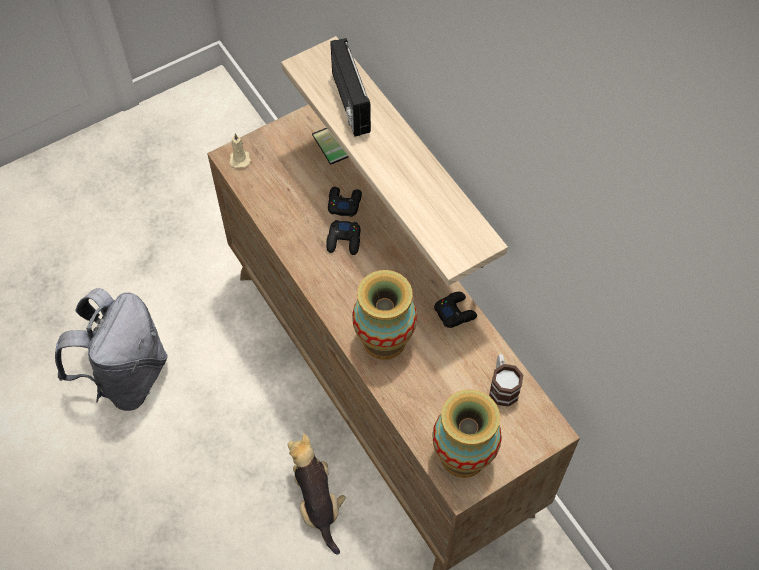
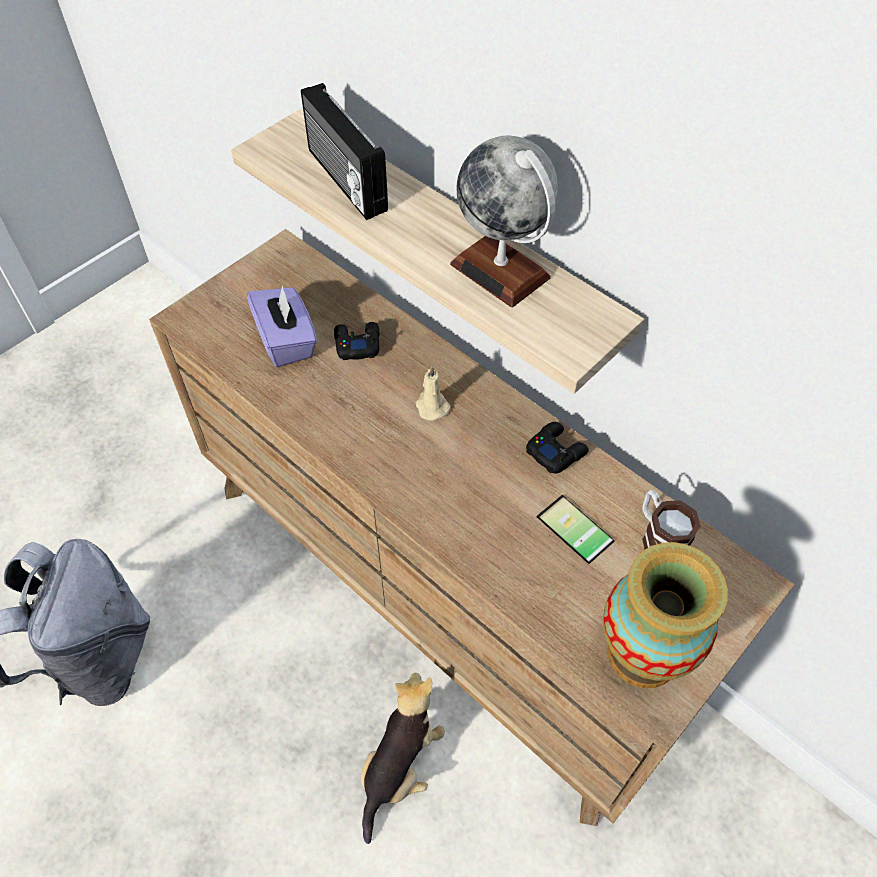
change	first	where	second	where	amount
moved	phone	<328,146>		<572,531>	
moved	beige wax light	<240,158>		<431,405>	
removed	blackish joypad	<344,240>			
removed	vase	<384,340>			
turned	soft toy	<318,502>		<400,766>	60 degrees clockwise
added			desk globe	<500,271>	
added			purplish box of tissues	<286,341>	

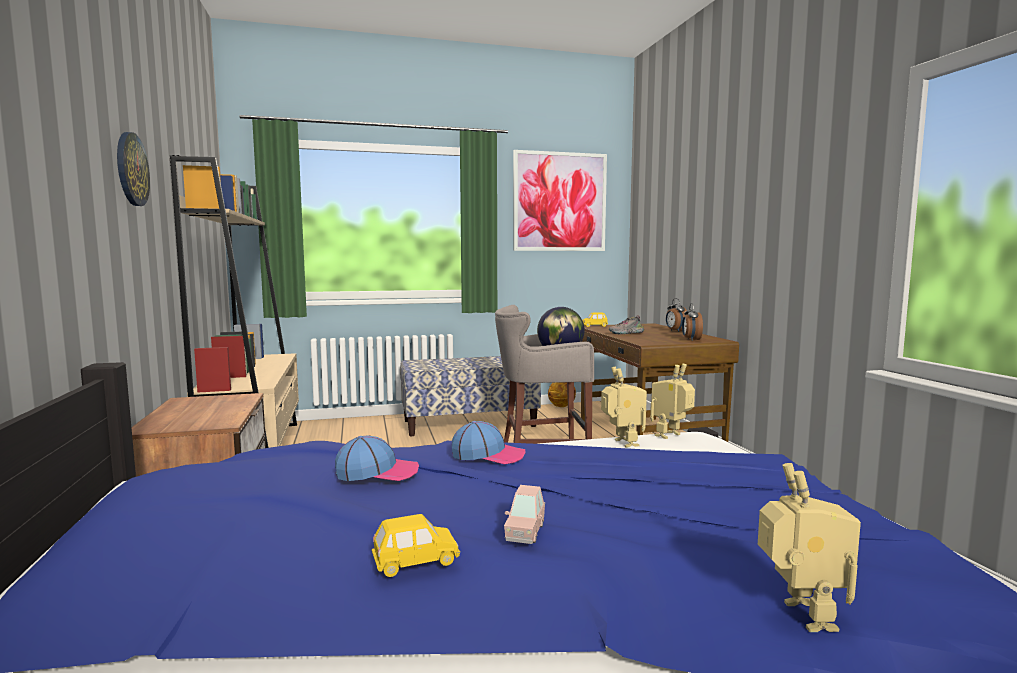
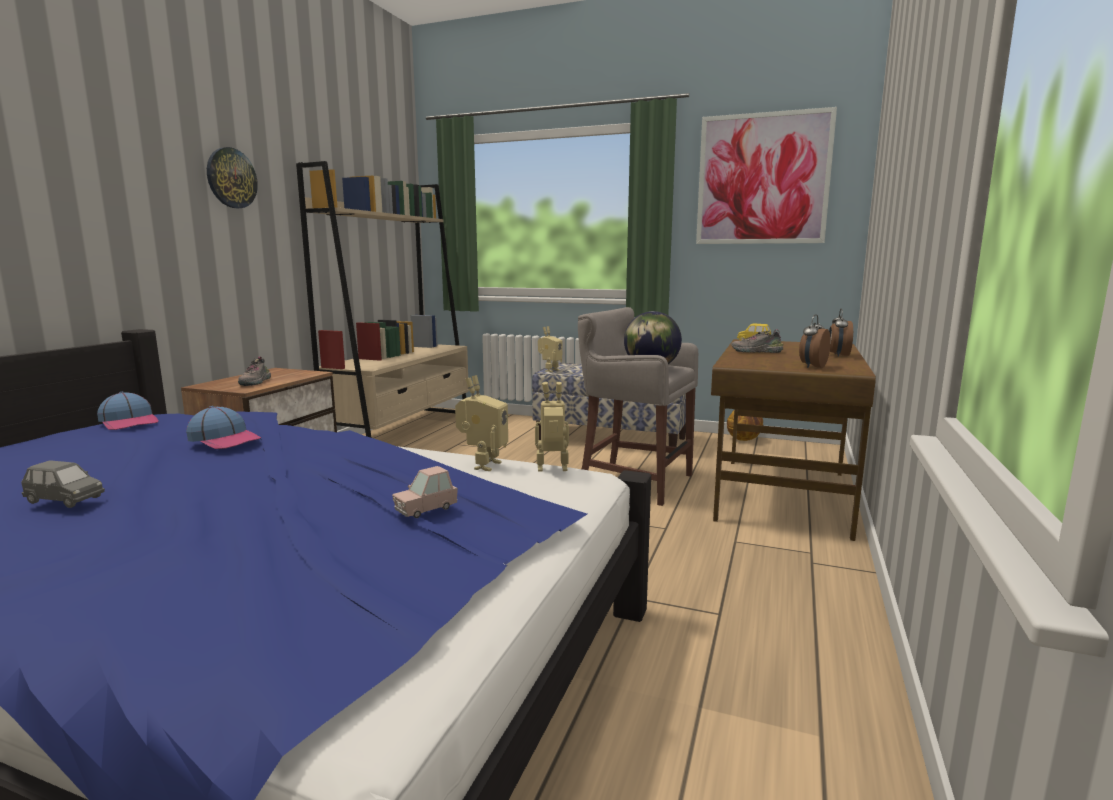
change	first	where	second	where	amount
moved	peaked cap	<488,454>		<129,422>	
moved	robot figure	<801,616>		<550,370>	
moved	pink toy car	<525,532>		<426,509>	
recoloured	yellow-coloured toy car	<416,562>	greyish toy car	<65,500>	
added			low shoe	<256,382>	

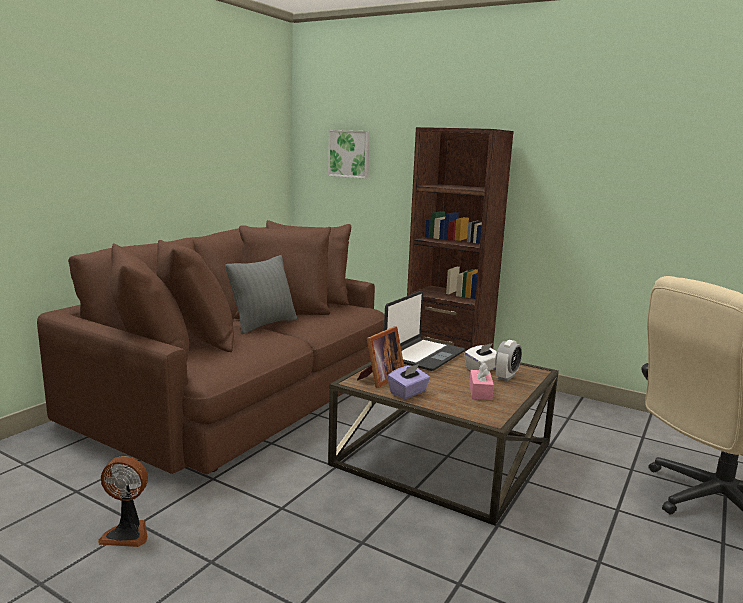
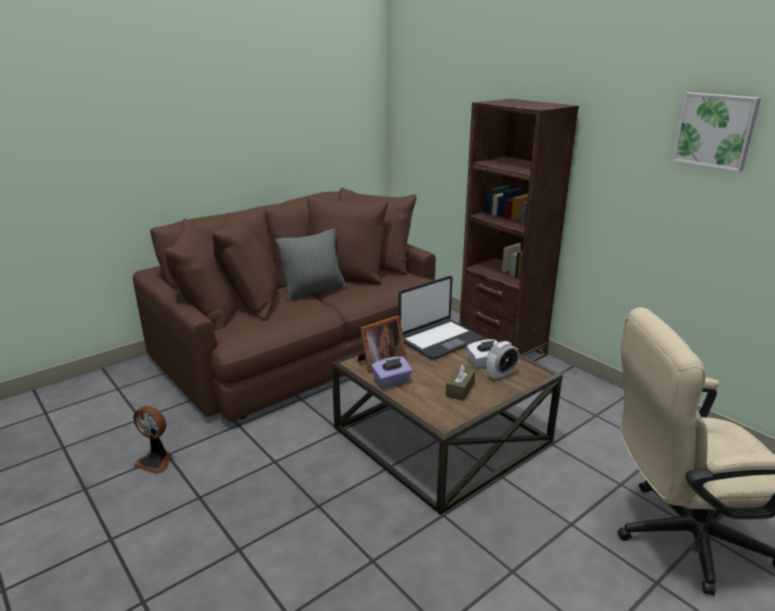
change	first	where	second	where	amount
moved	wall picture	<350,154>		<715,130>	
recoloured	pink box of tissues	<480,392>	brown-coloured box of tissues	<460,390>	

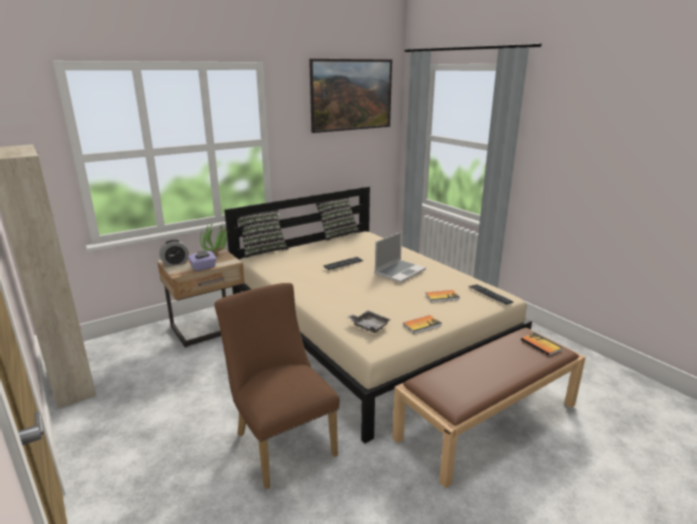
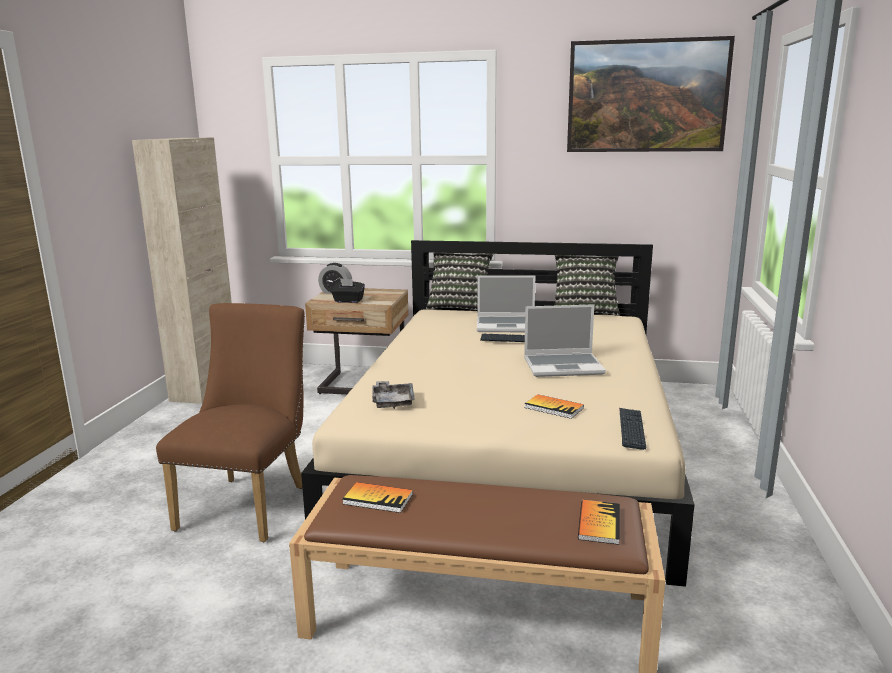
change	first	where	second	where	amount
removed	potted plant	<219,256>			
recoloured	purplish box of tissues	<203,267>	blackish box of tissues	<348,301>	
moved	book	<422,325>		<378,499>	
added			laptop	<507,326>	

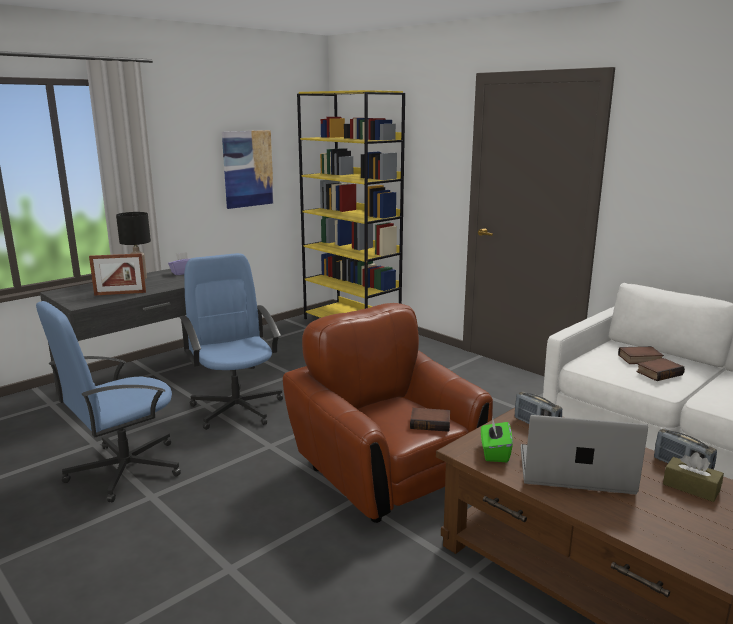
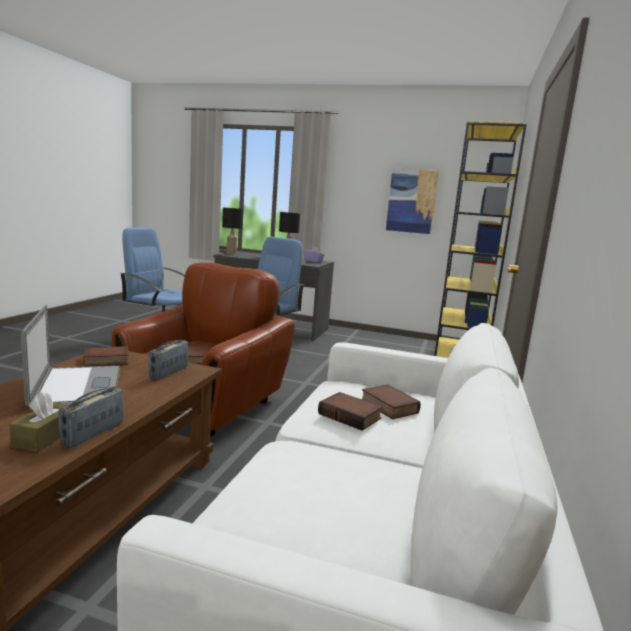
change	first	where	second	where	amount
removed	photo frame	<120,293>			
replaced	greenish box of tissues	<494,453>	book	<105,361>	
added			blackish lamp for a table	<231,253>	

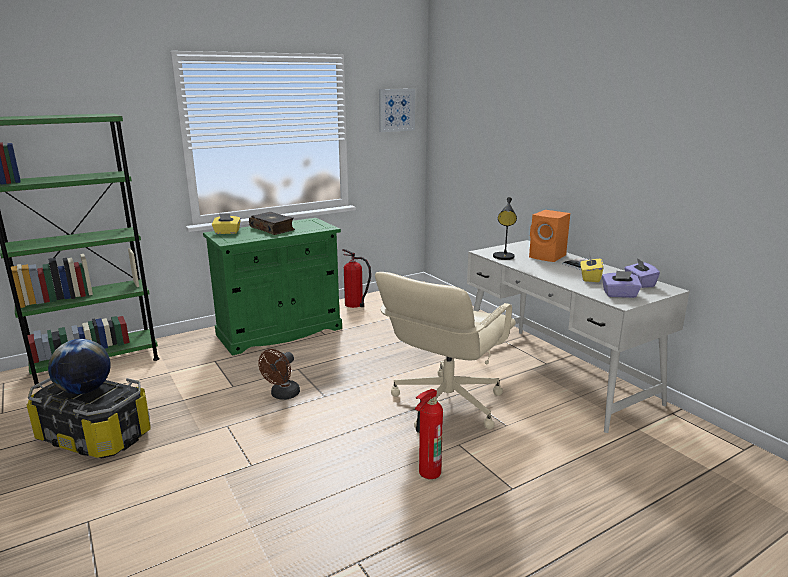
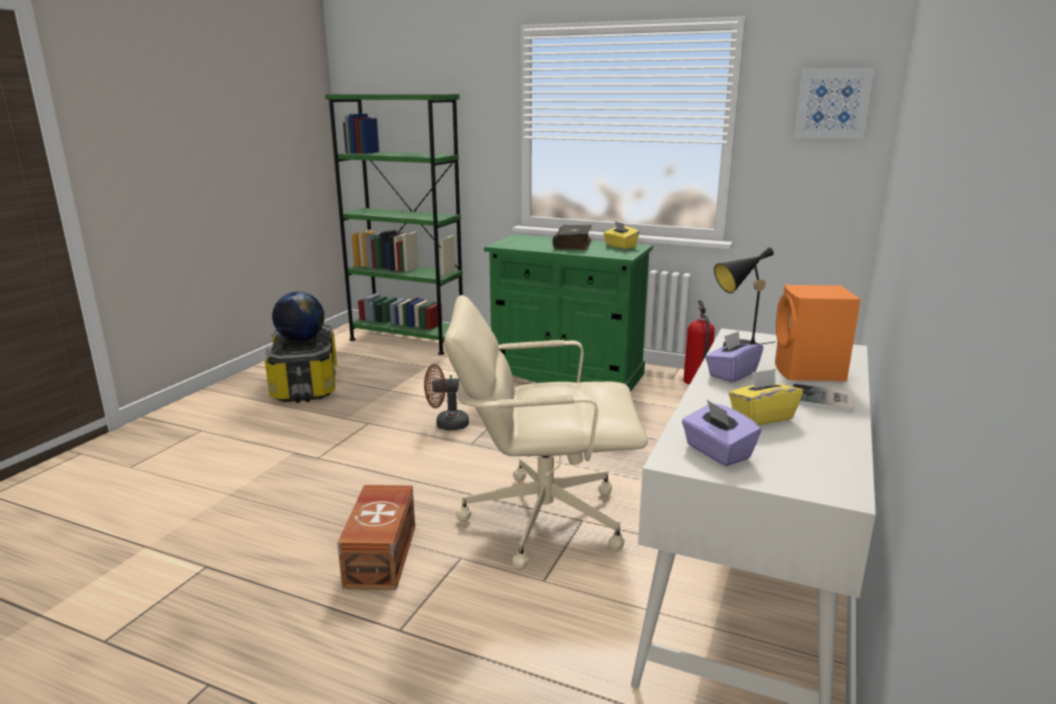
change	first	where	second	where	amount
moved	yellow-coloured box of tissues	<227,232>		<620,246>	
moved	purplish box of tissues	<639,283>		<731,374>	
replaced	fire-fighting cylinder	<427,472>	brown-coloured storage bin	<383,555>	

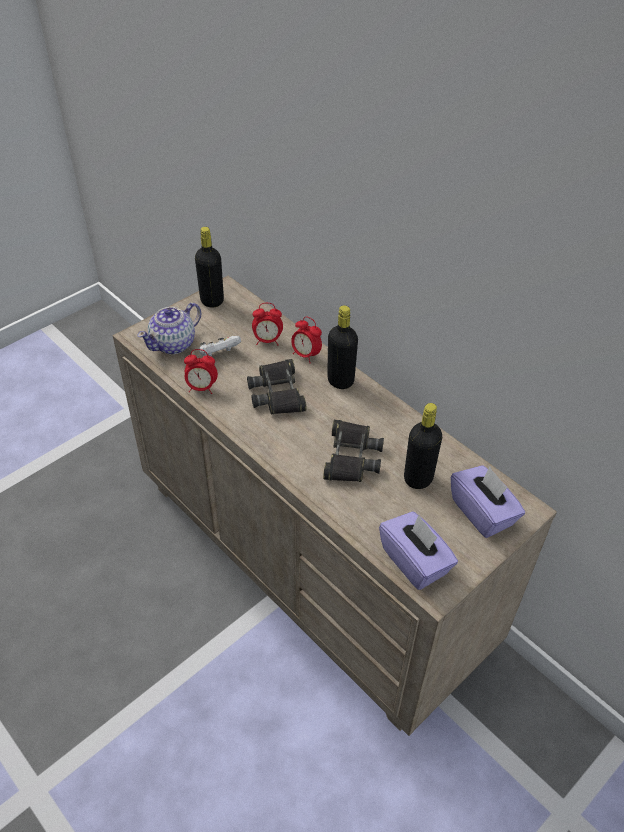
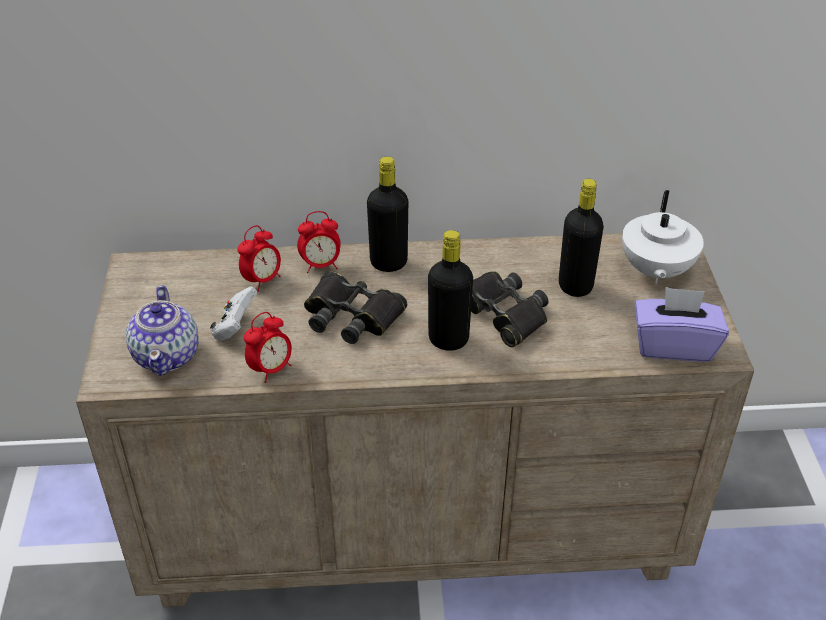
change	first	where	second	where	amount
moved	blackish bottle	<212,300>		<448,339>	
replaced	purplish box of tissues	<482,512>	whitish pot for tea	<655,271>	

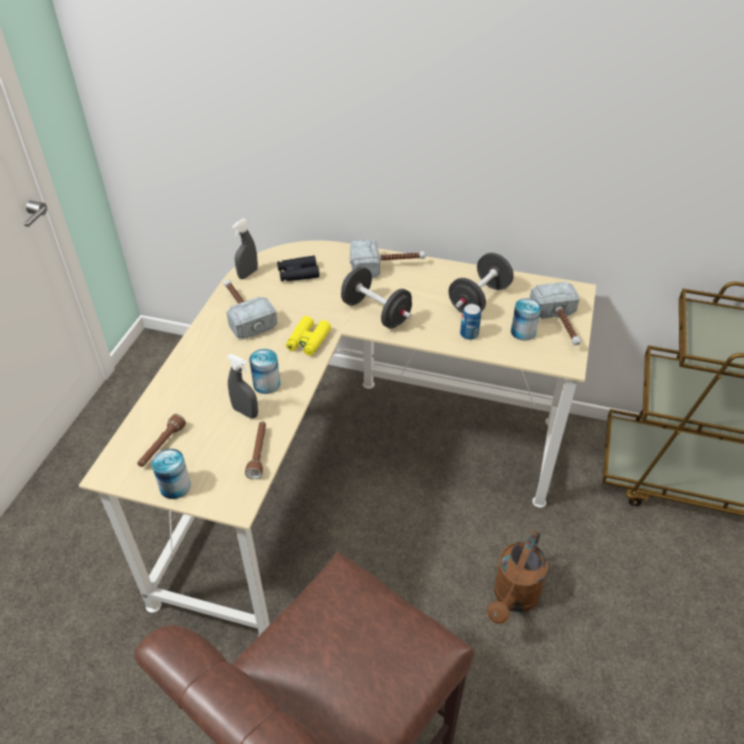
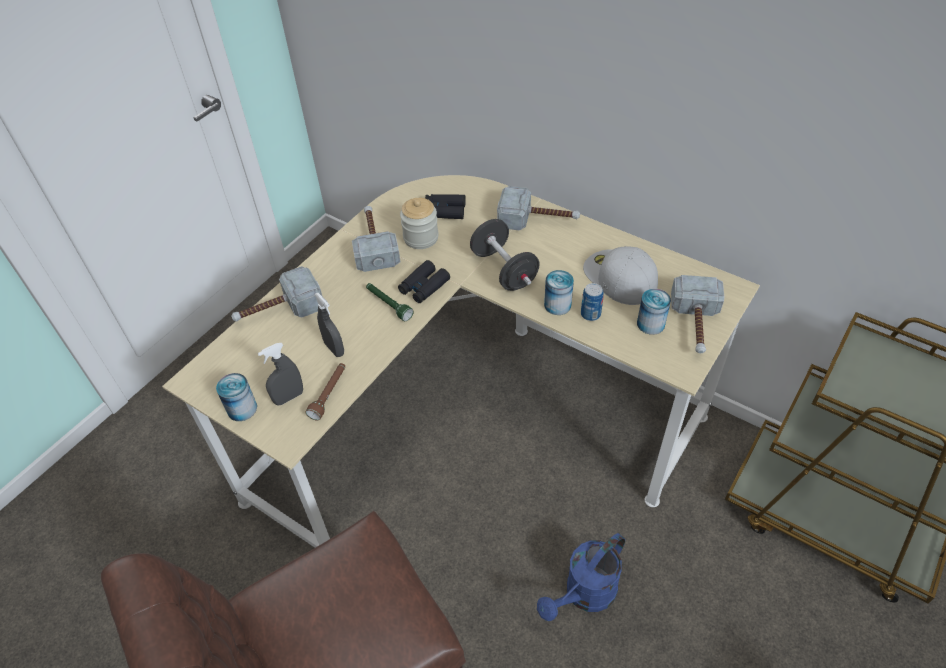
change	first	where	second	where	amount
moved	greyish sprayer	<248,274>		<289,397>	
replaced	blackish free weight	<479,299>	whitish peaked cap	<619,277>	
recoloured	yellow-coloured binoculars	<308,341>	blackish binoculars	<424,286>	
moved	can	<266,384>		<557,305>	
removed	brown-coloured torch	<161,446>			
recoloured	brown-coloured sprinkling can	<513,598>	blue-coloured sprinkling can	<584,595>	
added			storage jar	<421,238>	
added			tool hammer	<279,310>	
added			greenish torch	<388,305>	

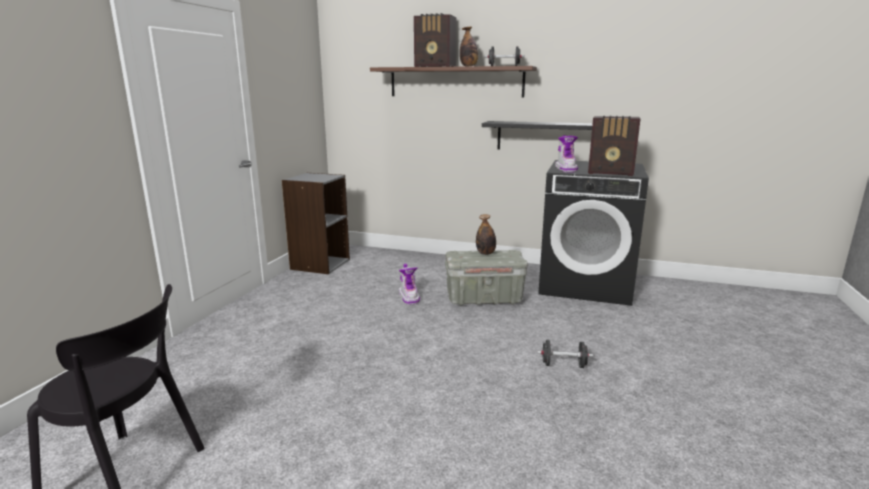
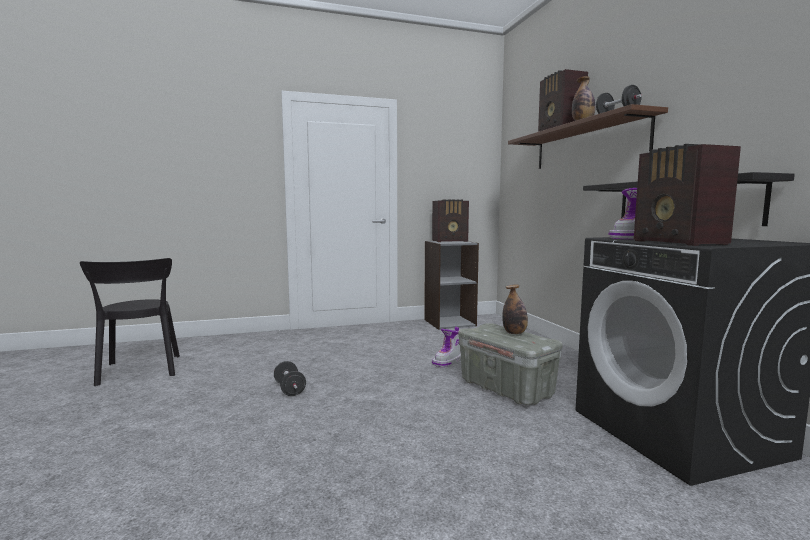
change	first	where	second	where	amount
moved	blackish free weight	<563,365>		<289,389>	
added			radio set	<450,241>	

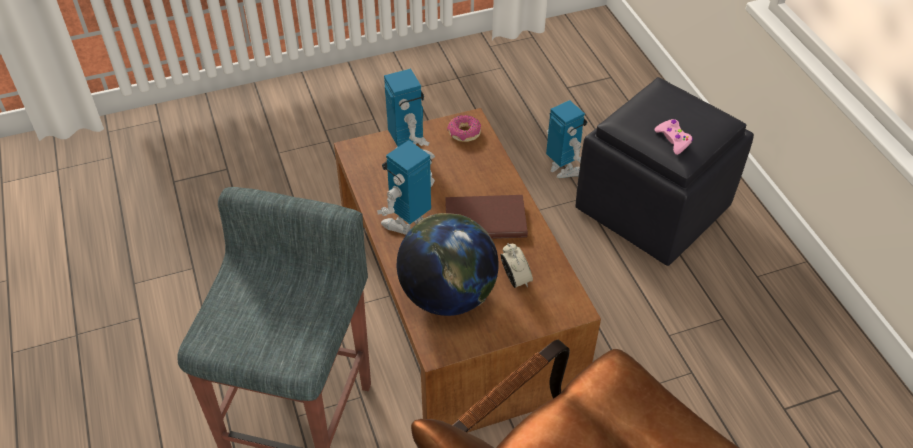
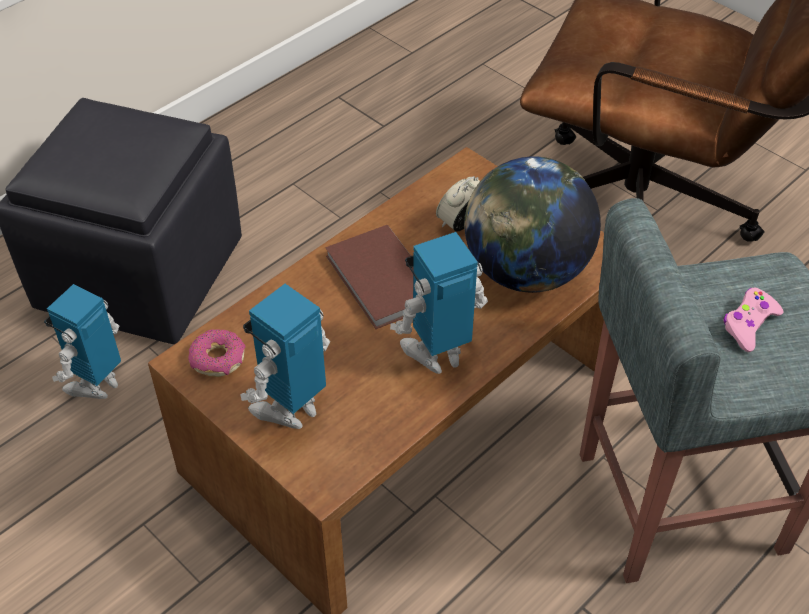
change	first	where	second	where	amount
moved	pink joypad	<673,140>		<749,324>	
turned	robot figure	<408,224>		<437,354>	135 degrees clockwise

